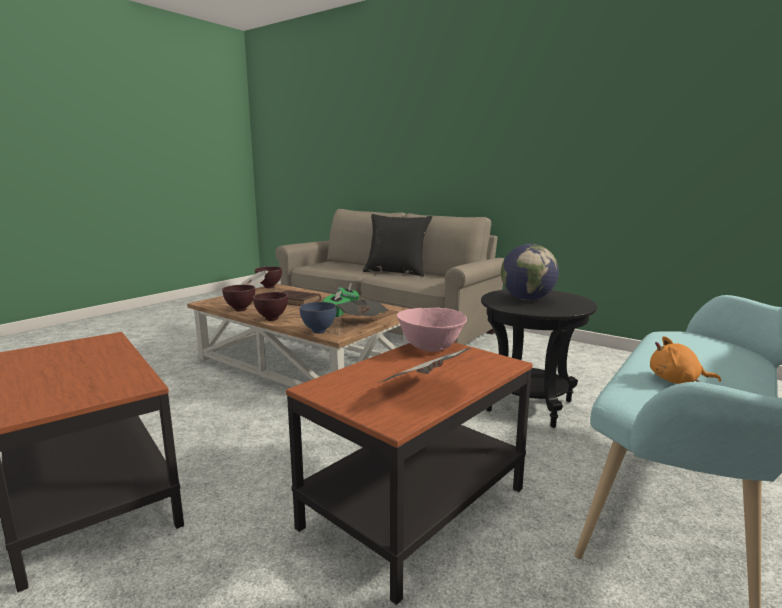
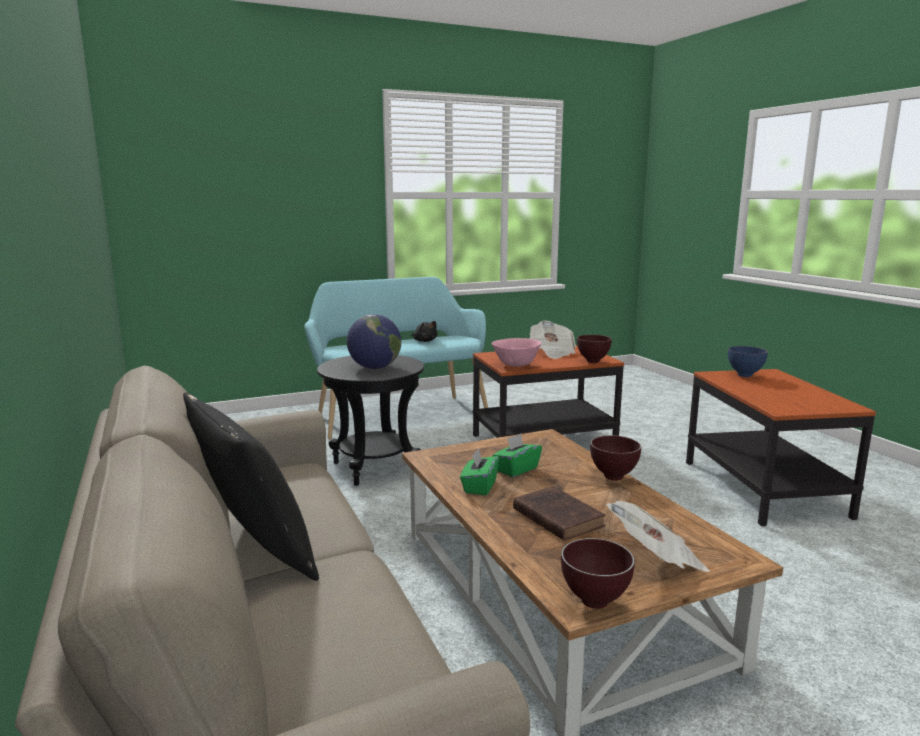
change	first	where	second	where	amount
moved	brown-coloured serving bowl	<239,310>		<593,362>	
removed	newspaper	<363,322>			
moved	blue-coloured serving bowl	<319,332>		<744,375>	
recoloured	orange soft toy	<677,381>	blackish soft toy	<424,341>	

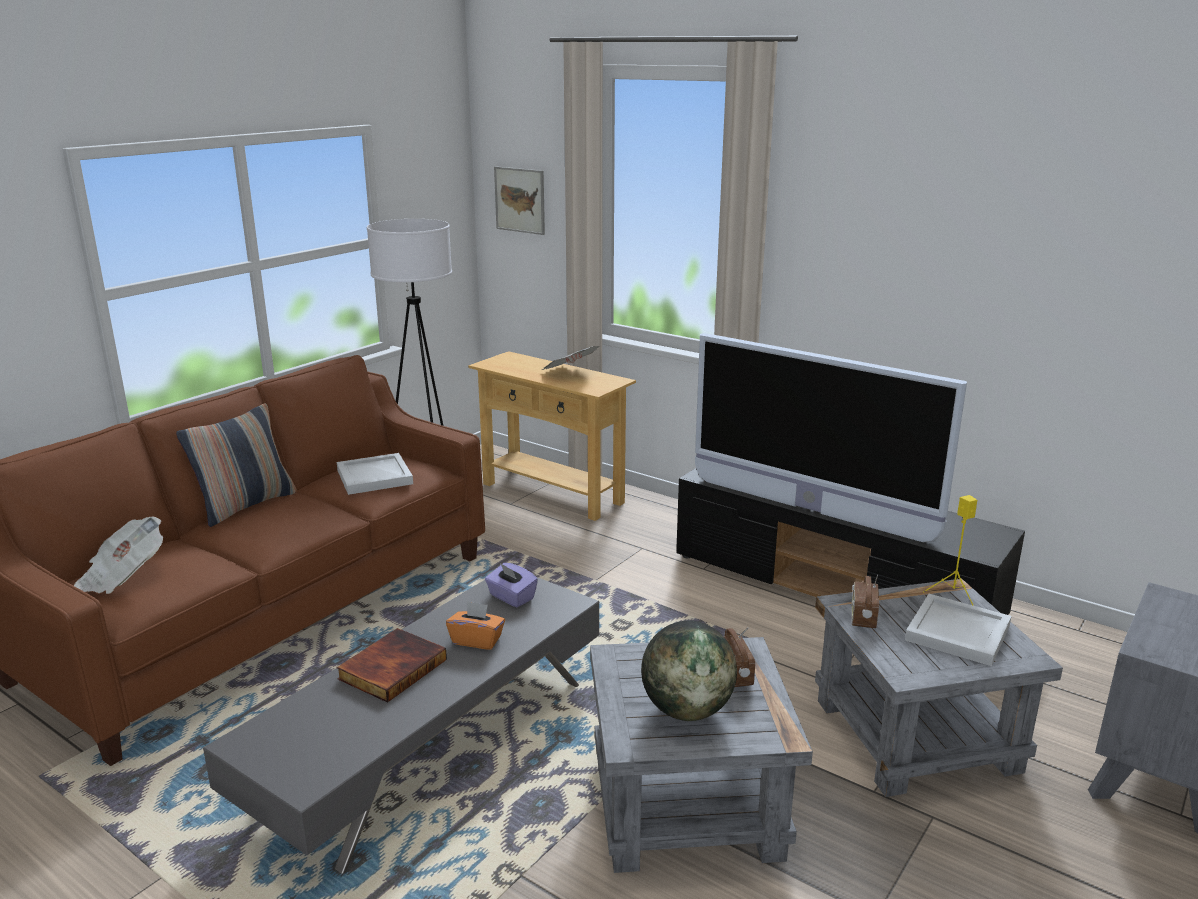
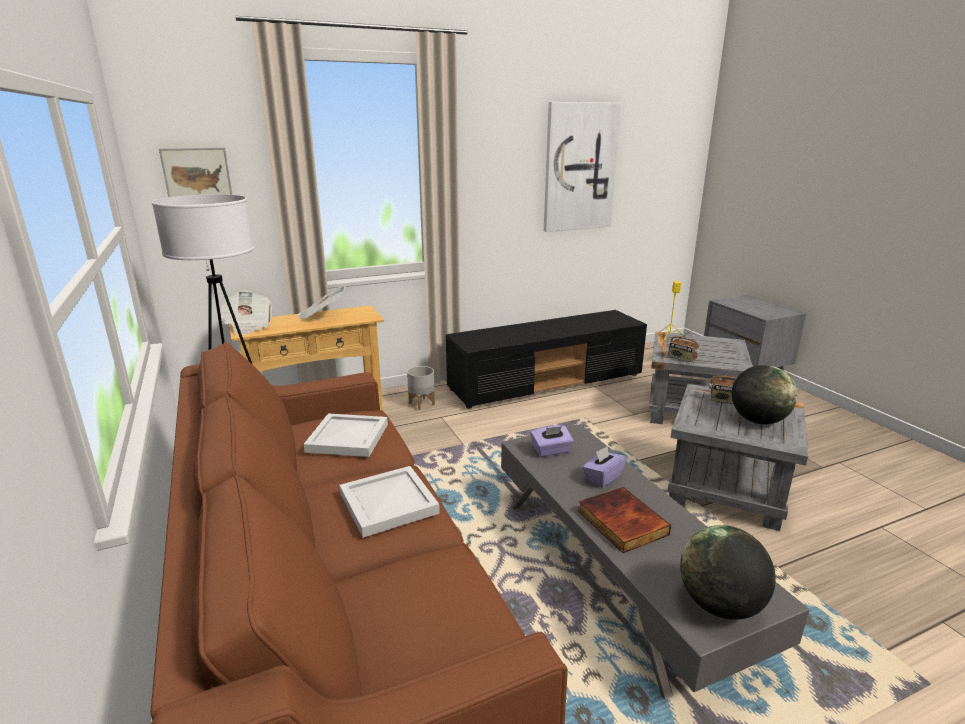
change	first	where	second	where	amount
removed	TV set	<809,509>			
removed	pillow	<246,505>			
moved	newspaper	<123,576>		<248,326>	
moved	whitish carrying tray	<956,632>		<387,503>	
recoloured	orange box of tissues	<477,640>	purplish box of tissues	<602,478>	
added			wall picture	<579,167>	
added			greyish plant pot	<421,404>	
added			desk globe	<719,605>	

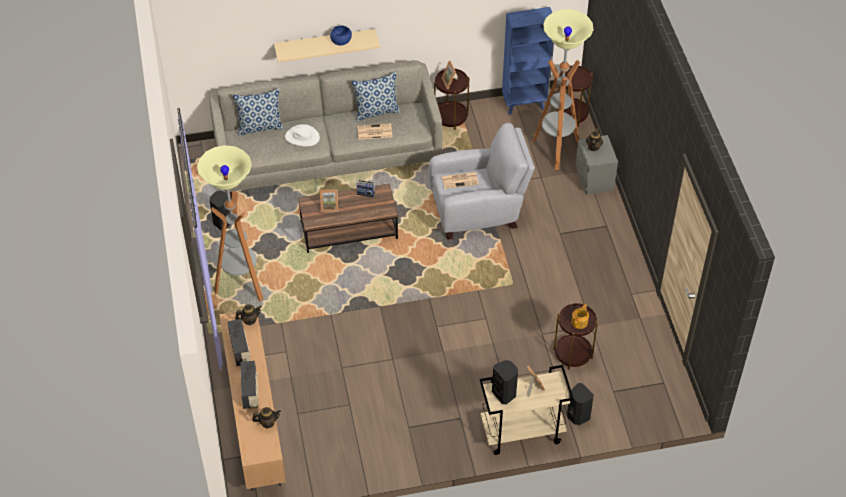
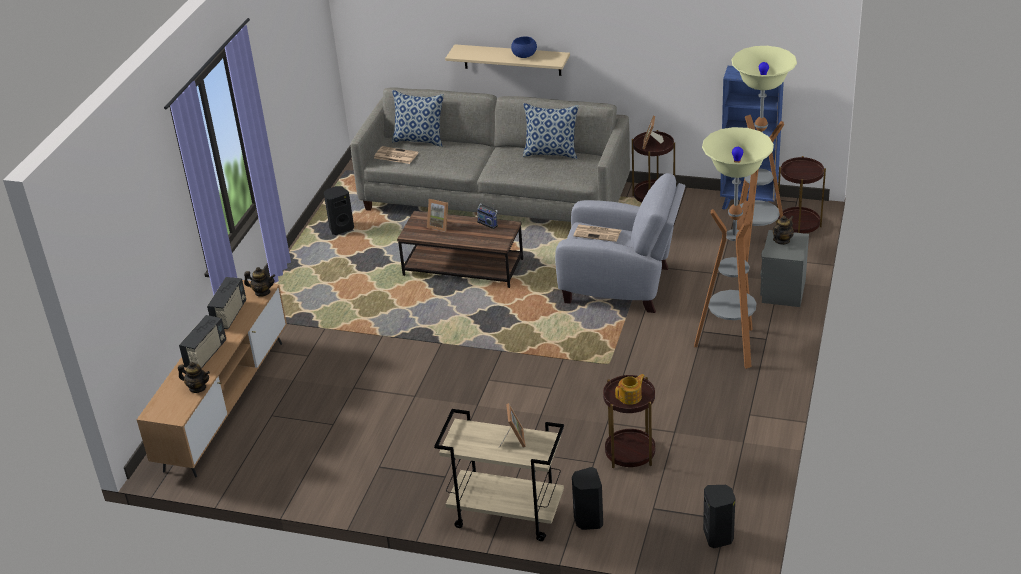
change	first	where	second	where	amount
moved	newspaper	<374,132>		<395,155>	
removed	whitish clothing hat	<302,137>			
moved	standing lamp	<242,286>		<730,347>	
moved	blackish speaker	<504,393>		<719,536>	

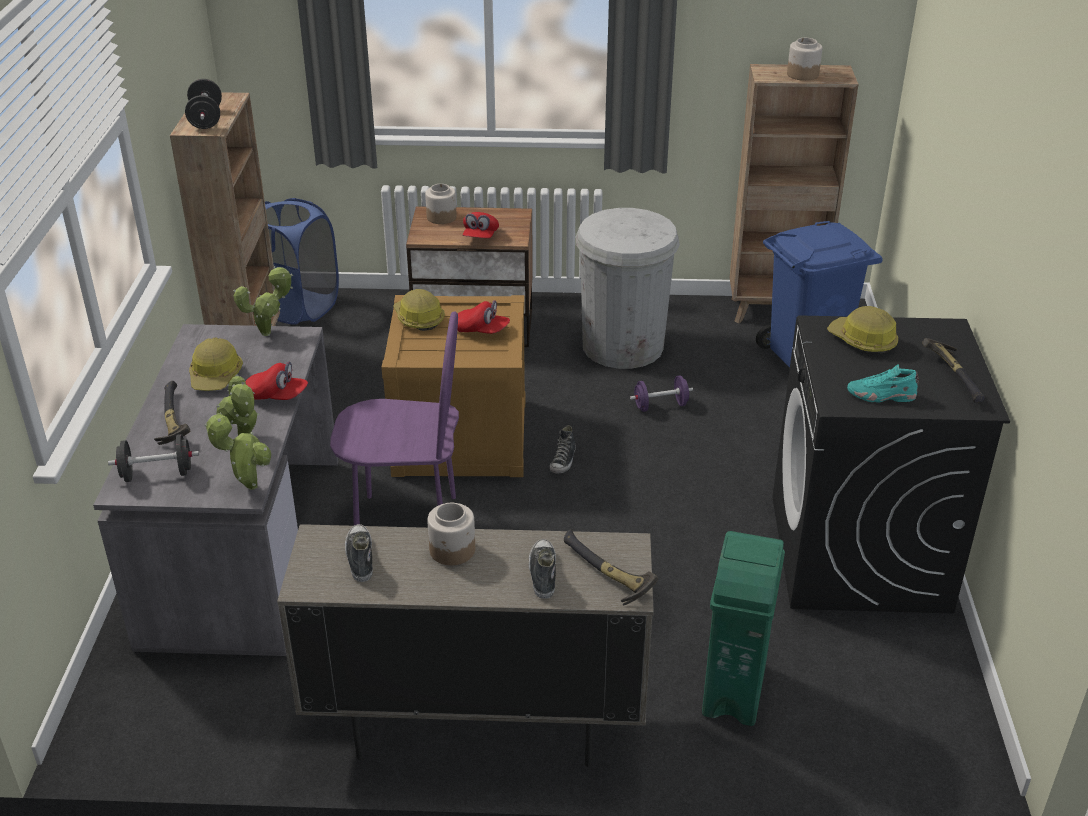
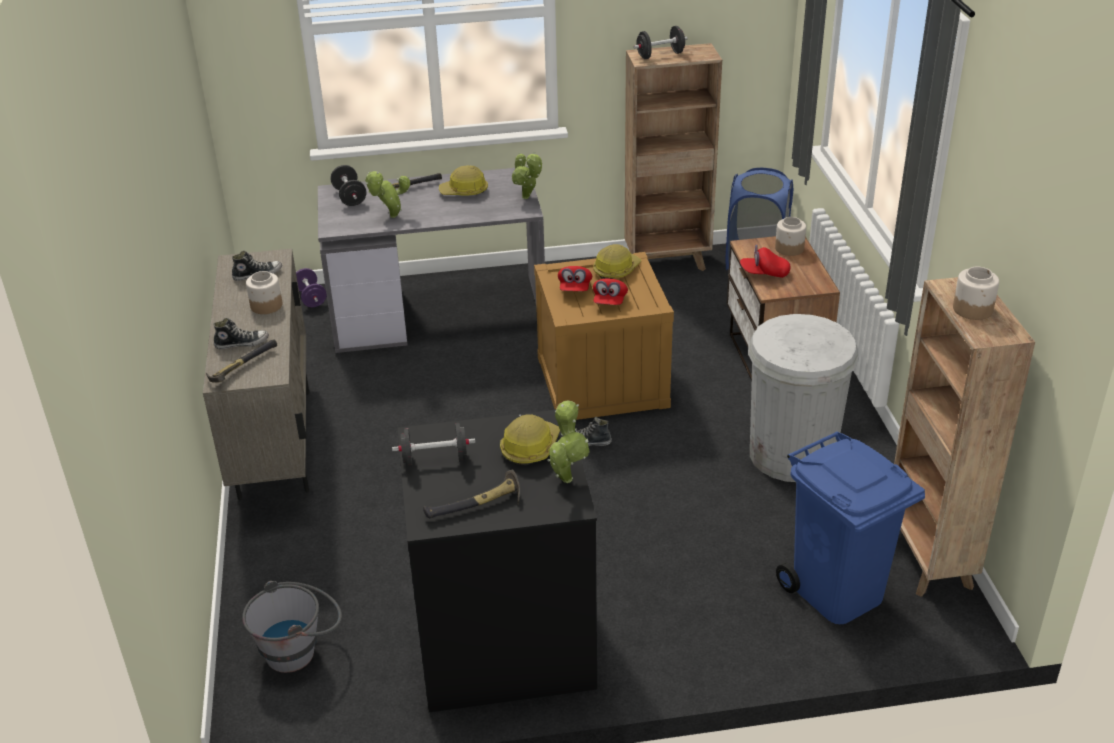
change	first	where	second	where	amount
removed	purplish upright chair	<406,523>			
moved	red-coloured peaked cap	<277,396>		<575,288>	
replaced	blue-green low shoe	<881,396>	blackish free weight	<435,460>	
moved	purplish free weight	<660,406>		<310,298>	
moved	potted plant	<248,486>		<567,477>	
removed	greenish waste bin	<734,689>			
added			greyish pail	<300,649>	

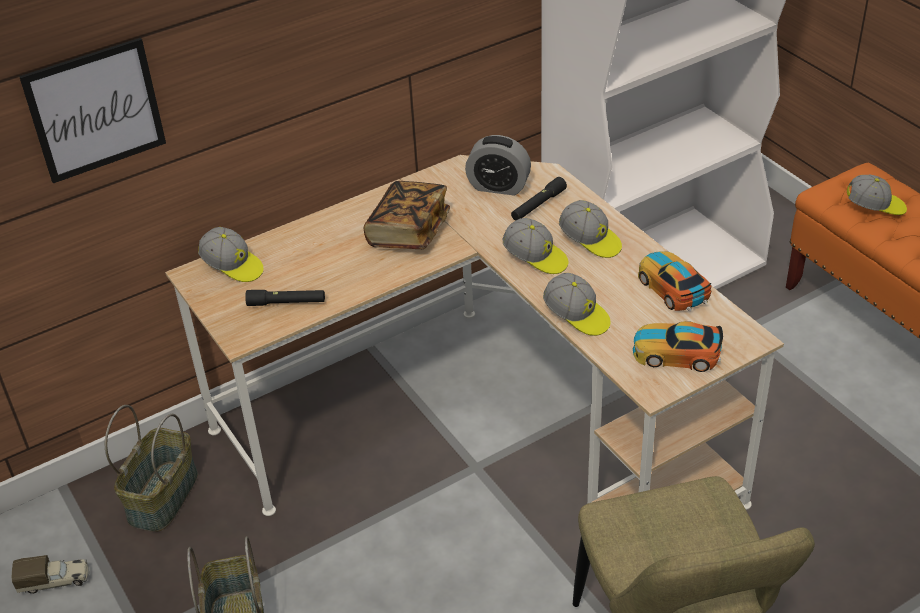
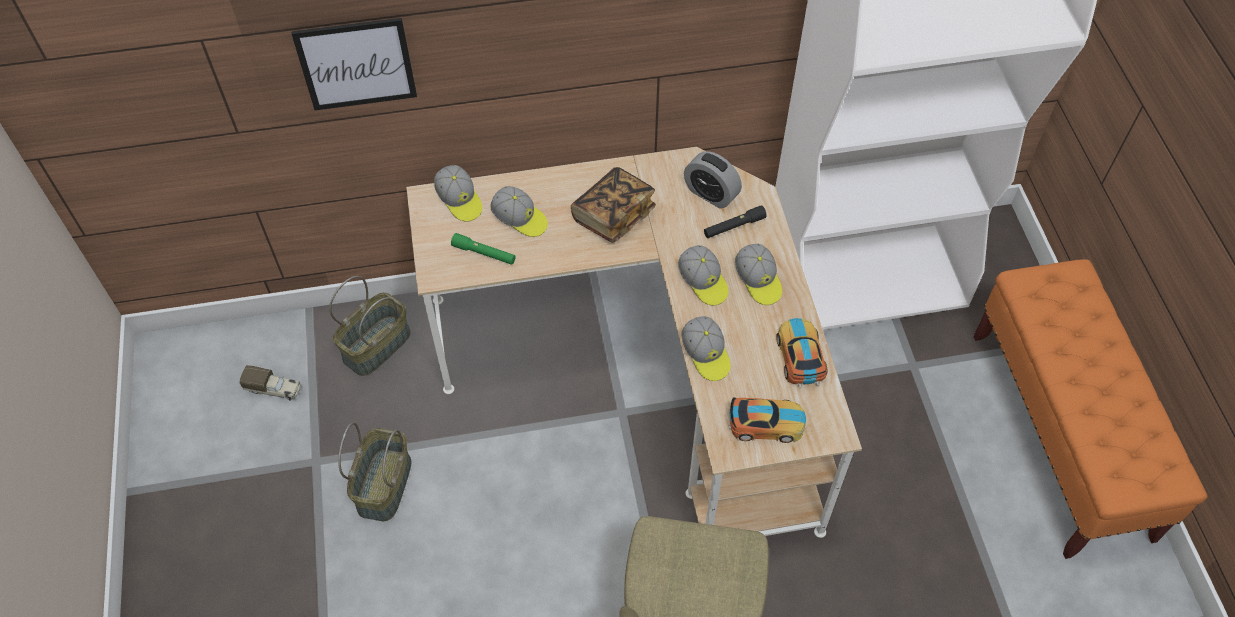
change	first	where	second	where	amount
moved	peaked cap	<875,206>		<520,219>	
recoloured	blackish torch	<286,303>	greenish torch	<484,253>	
turned	toy car	<676,353>		<766,423>	150 degrees clockwise

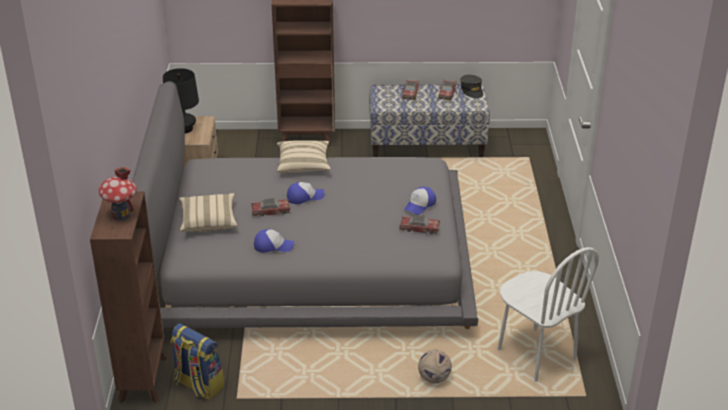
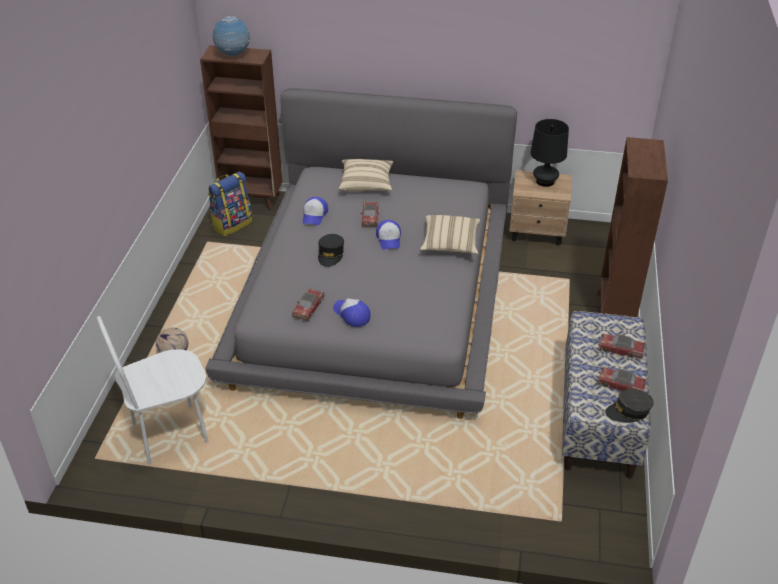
change	first	where	second	where	amount
replaced	toy house	<121,215>	desk globe	<233,55>	
added			blackish peaked cap	<331,254>	

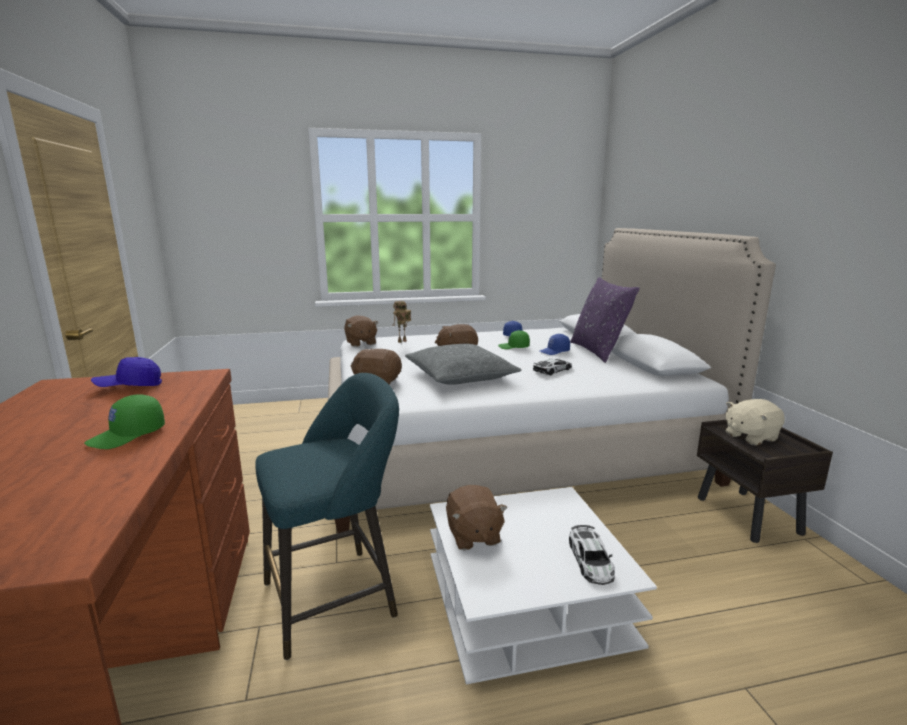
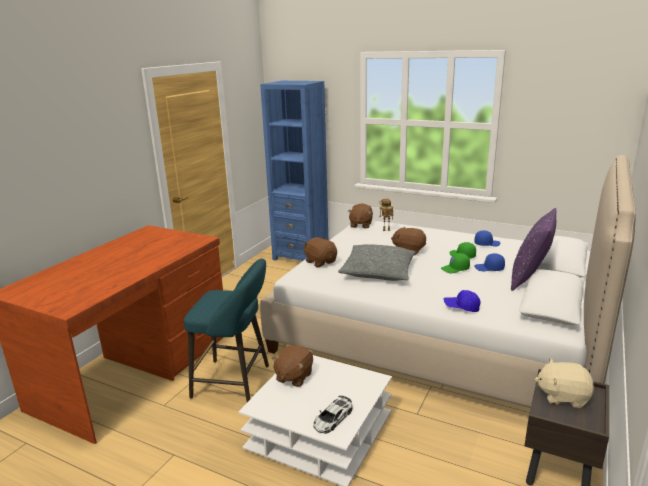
change	first	where	second	where	amount
moved	blue-coloured peaked cap	<129,386>		<461,307>	
removed	toy car	<552,370>			
moved	greenish peaked cap	<128,435>		<455,269>	
added			blue-coloured shelving unit	<301,256>	

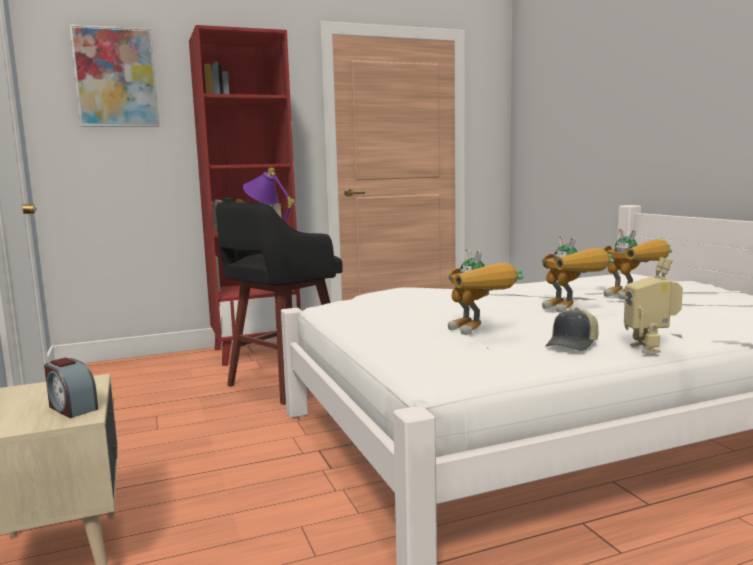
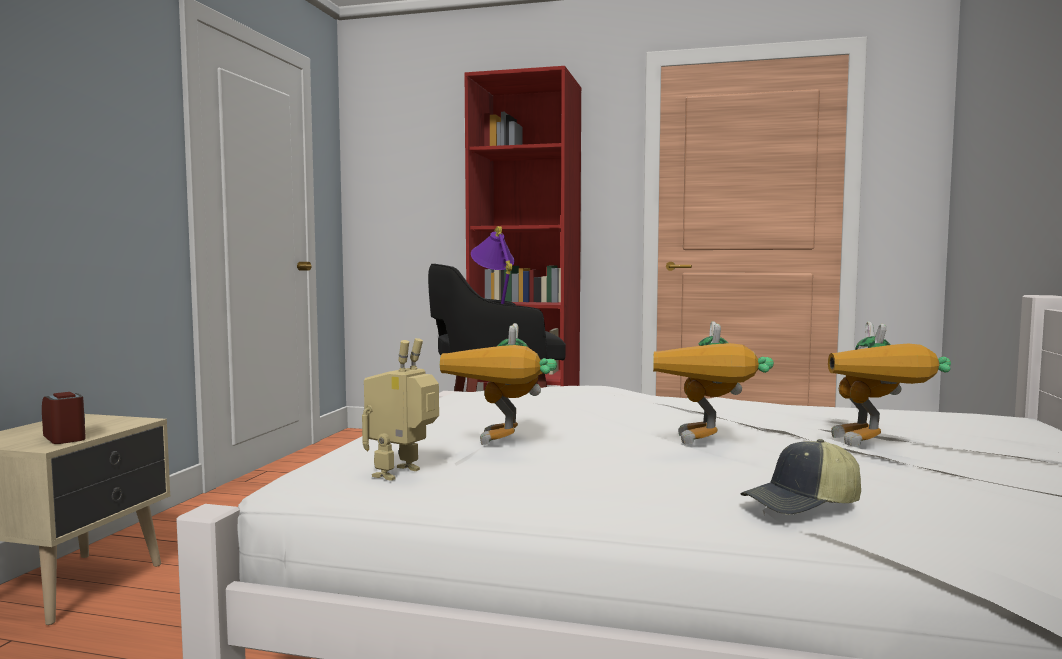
change	first	where	second	where	amount
removed	wall picture	<116,77>			
moved	robot figure	<650,348>		<402,474>	
moved	peaked cap	<573,345>		<802,504>	
turned	alarm clock	<72,408>		<65,438>	150 degrees clockwise

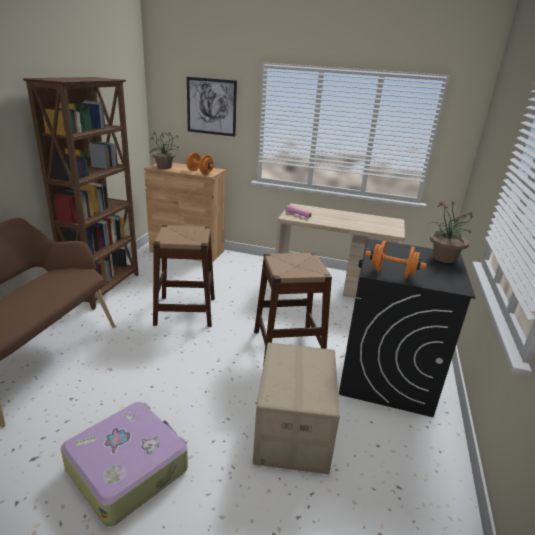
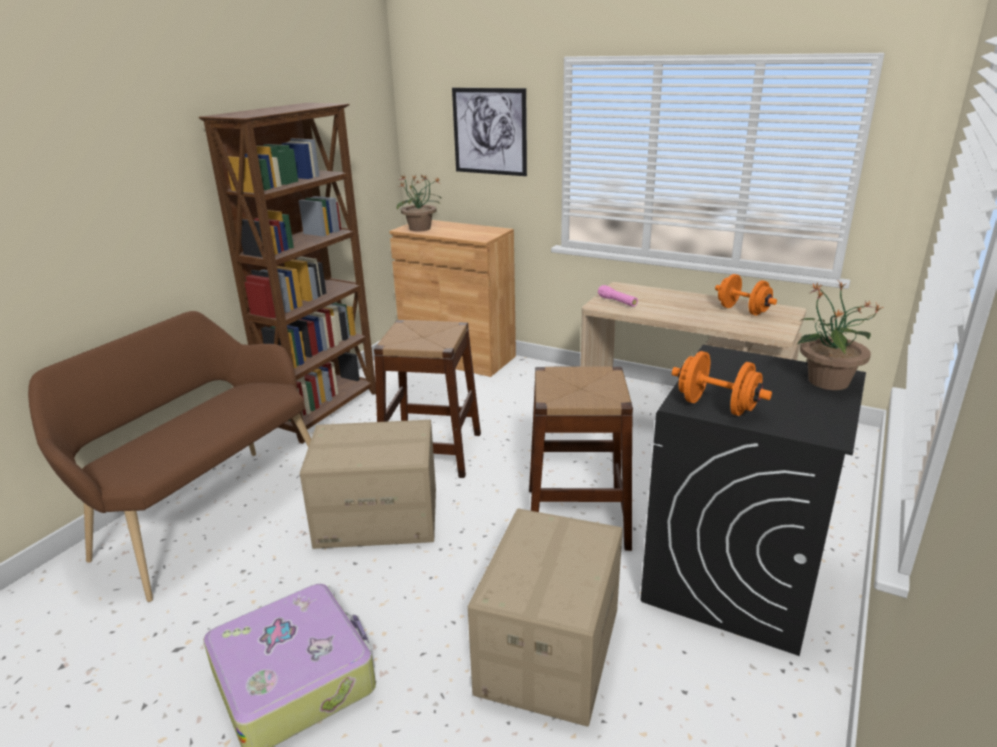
change	first	where	second	where	amount
moved	orange free weight	<200,172>		<742,310>	
added			packing box	<378,517>	

